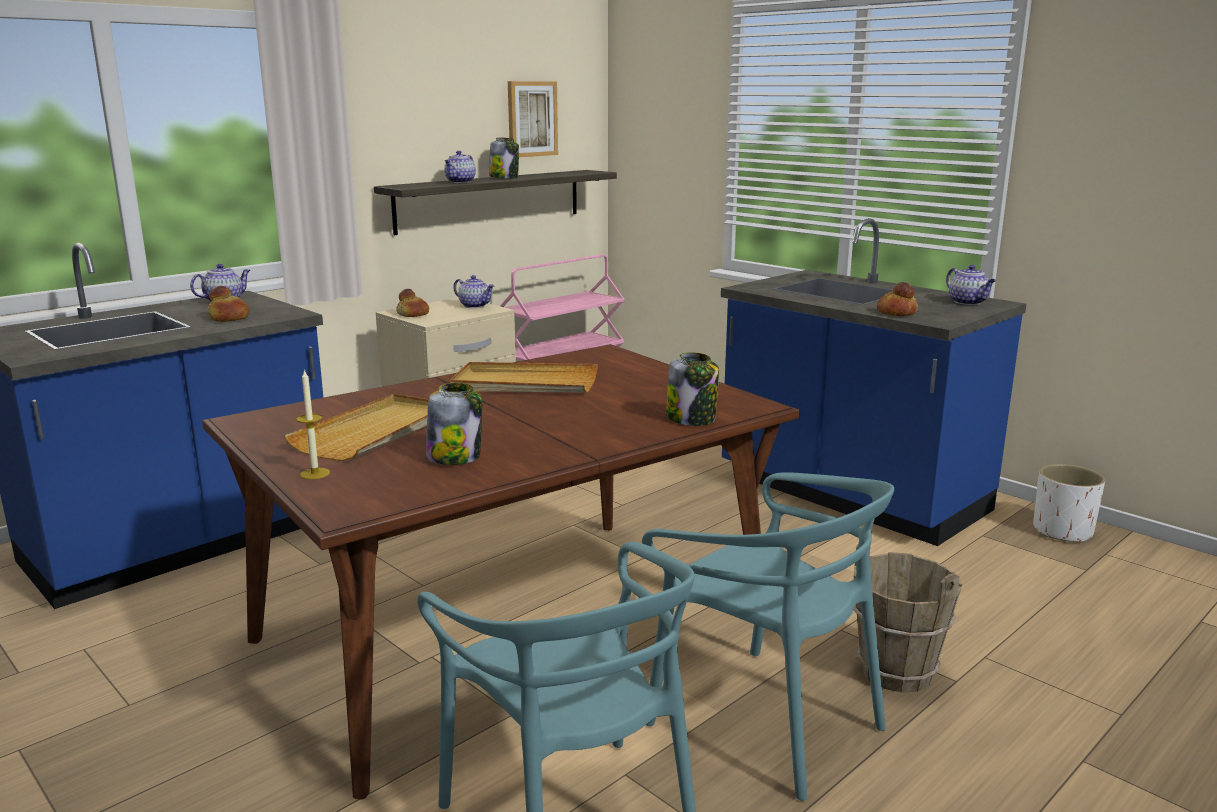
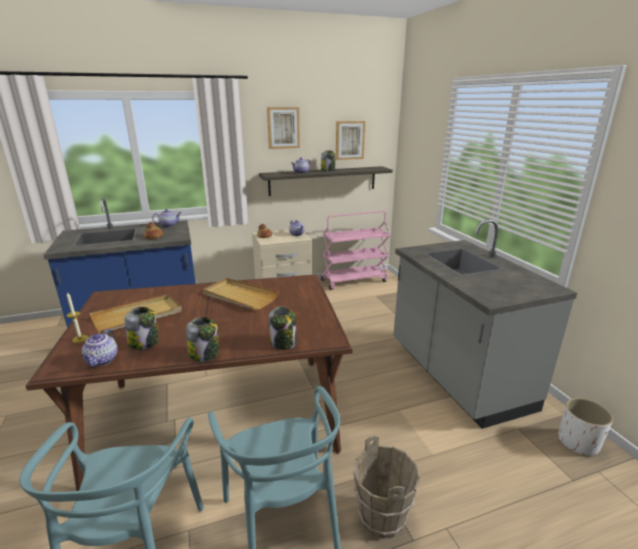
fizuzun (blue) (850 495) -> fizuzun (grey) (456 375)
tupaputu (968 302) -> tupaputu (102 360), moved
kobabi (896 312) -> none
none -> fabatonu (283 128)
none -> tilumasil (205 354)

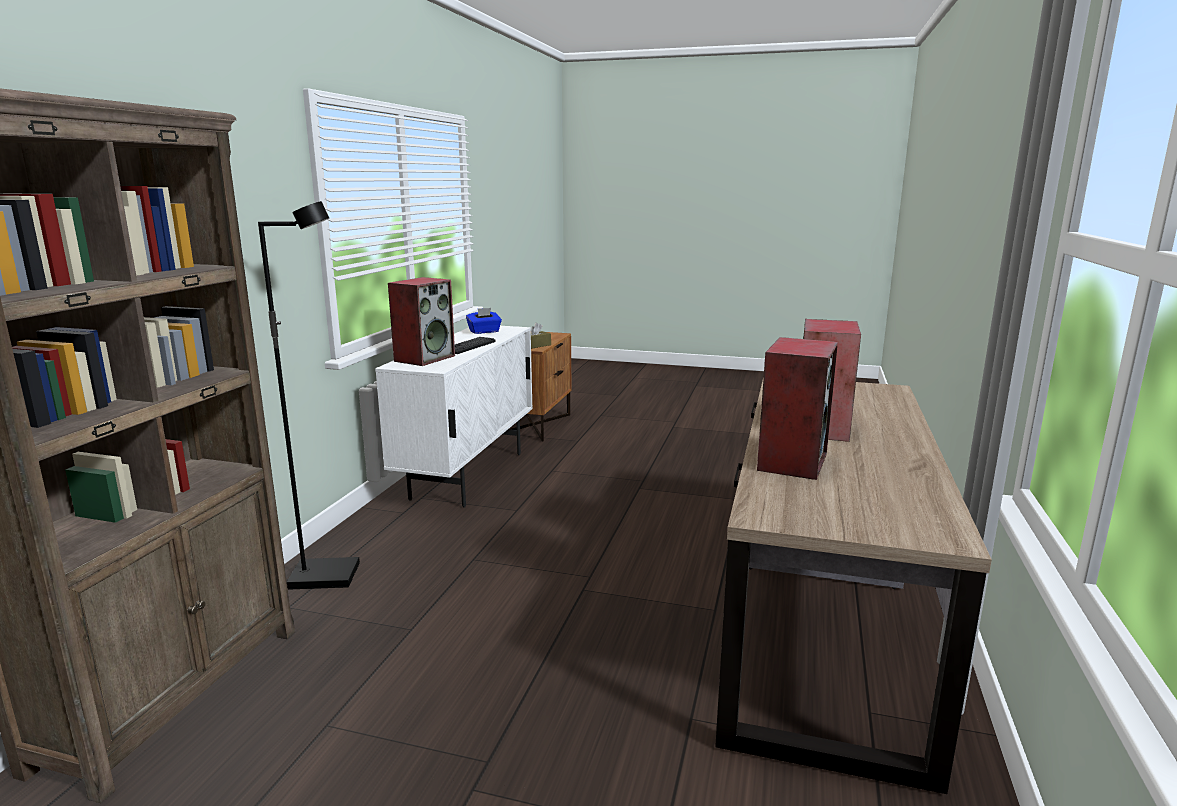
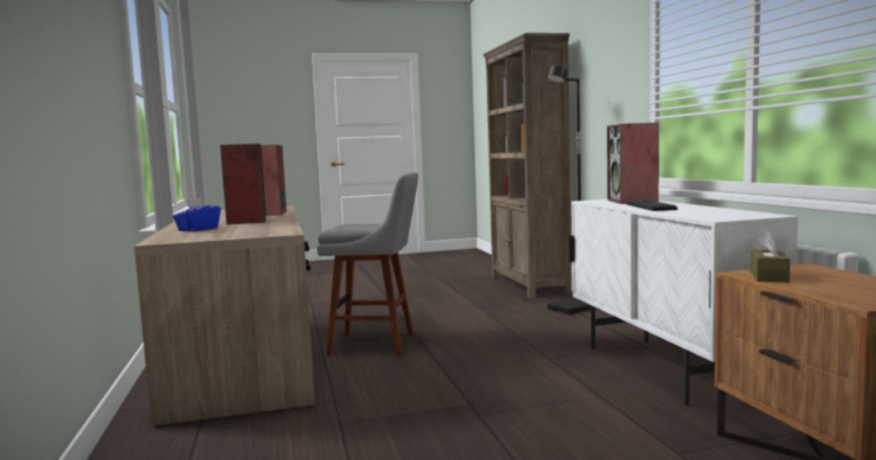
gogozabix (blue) (484 331) -> gogozabix (blue) (198 229), moved
none -> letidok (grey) (377 344)

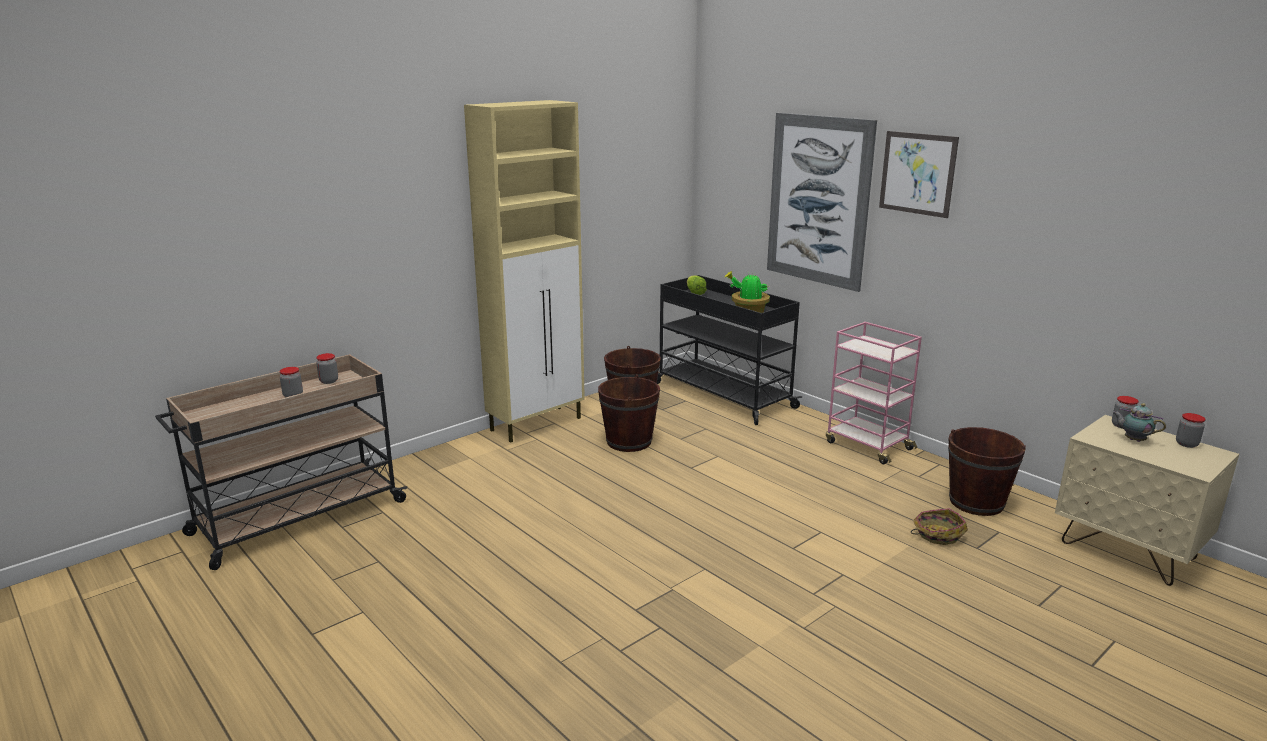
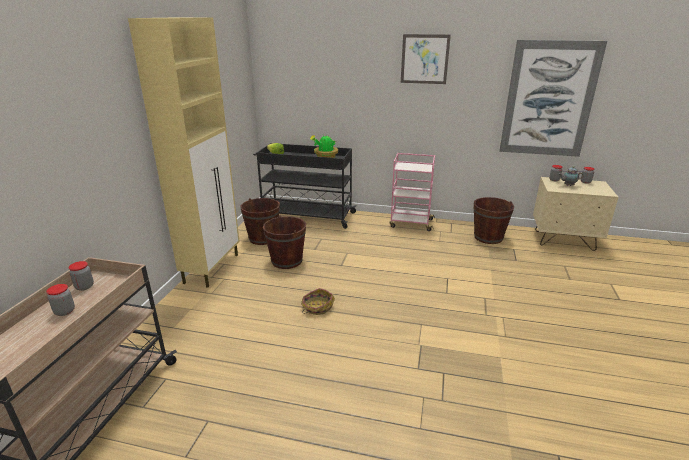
fabatonu (818 200) -> fabatonu (549 100), moved
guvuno (937 534) -> guvuno (317 307), moved

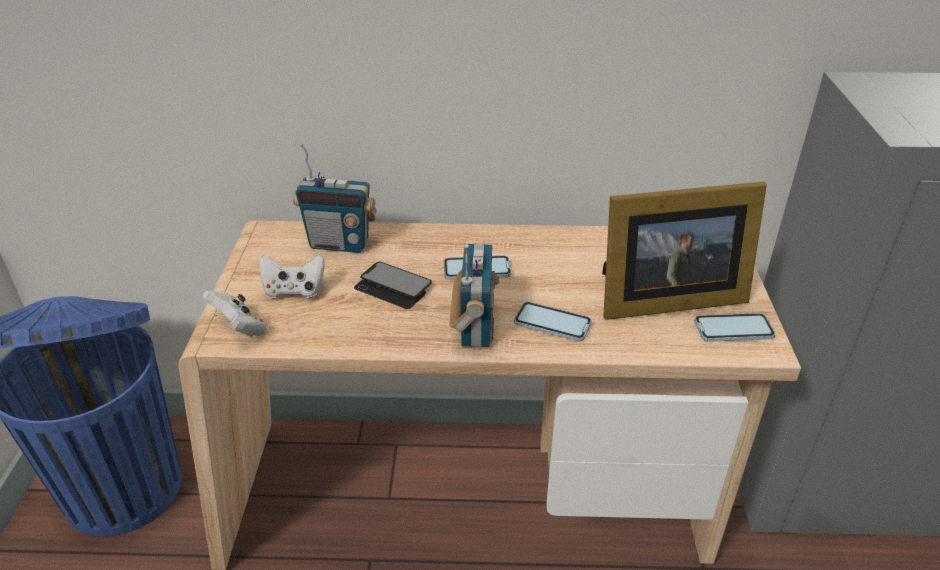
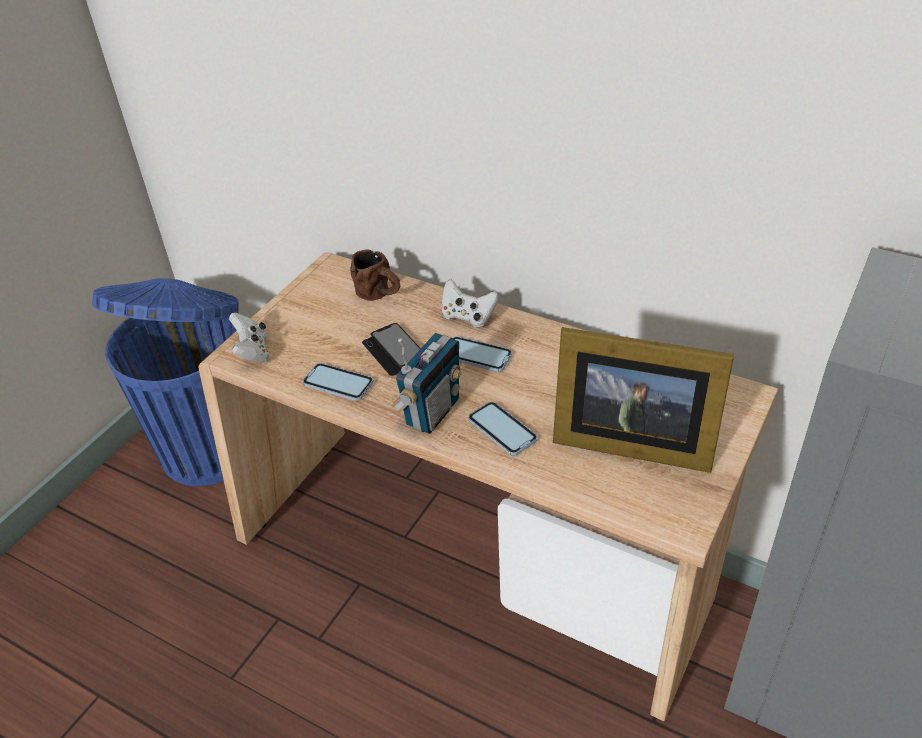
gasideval (339 244) -> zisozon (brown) (380 295)
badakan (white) (294 291) -> badakan (white) (468 317), moved
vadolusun (733 329) -> vadolusun (338 383), moved

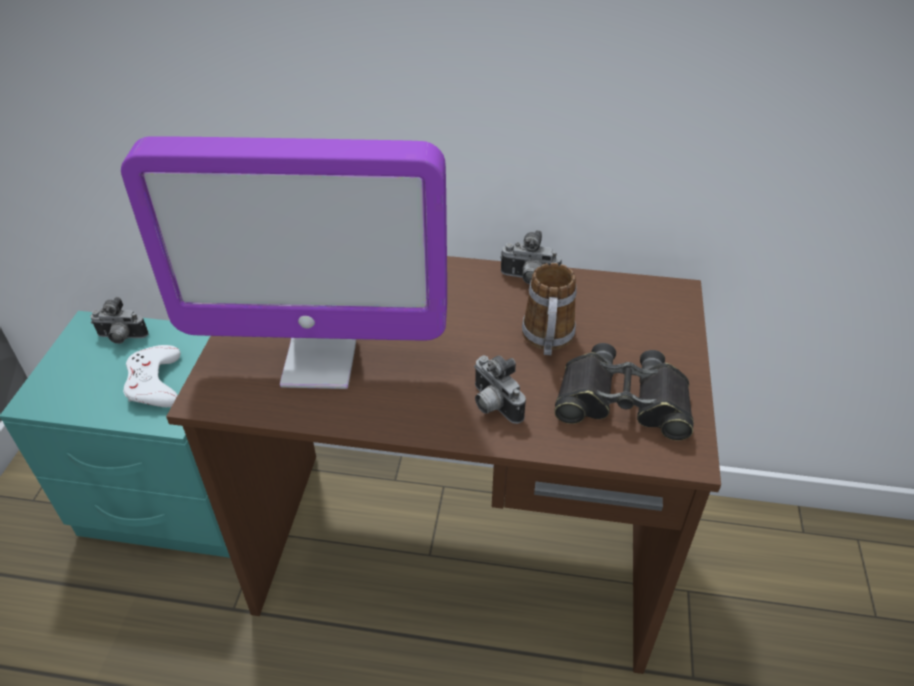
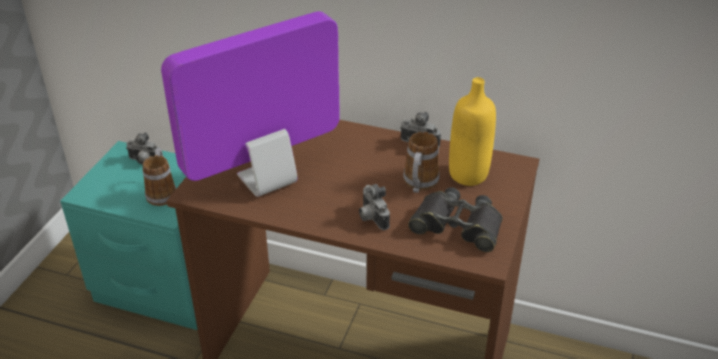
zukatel (319 362) -> zukatel (267 180), 135 degrees clockwise
badakan (white) (155 383) -> zisozon (162 192)
none -> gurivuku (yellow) (468 175)

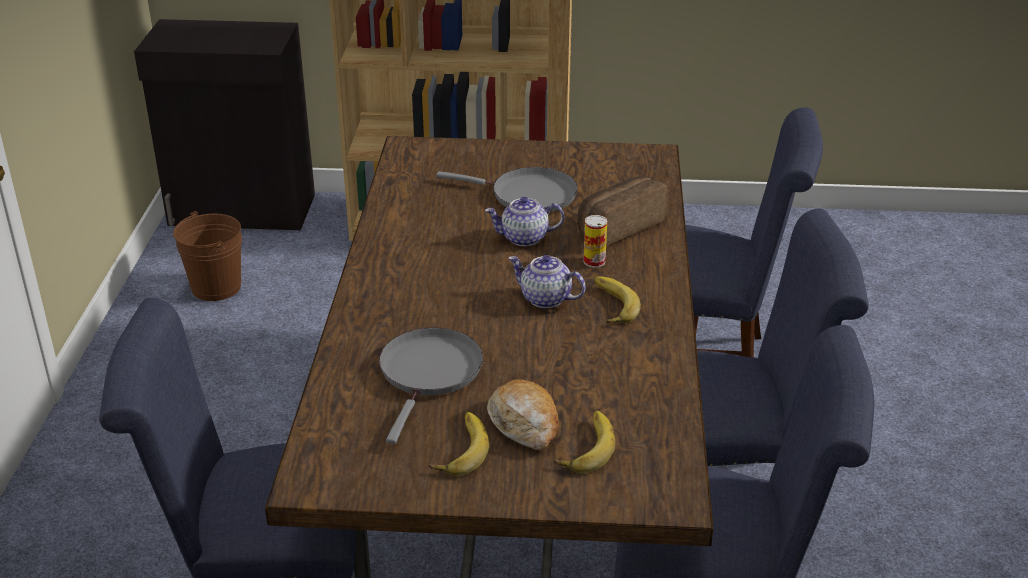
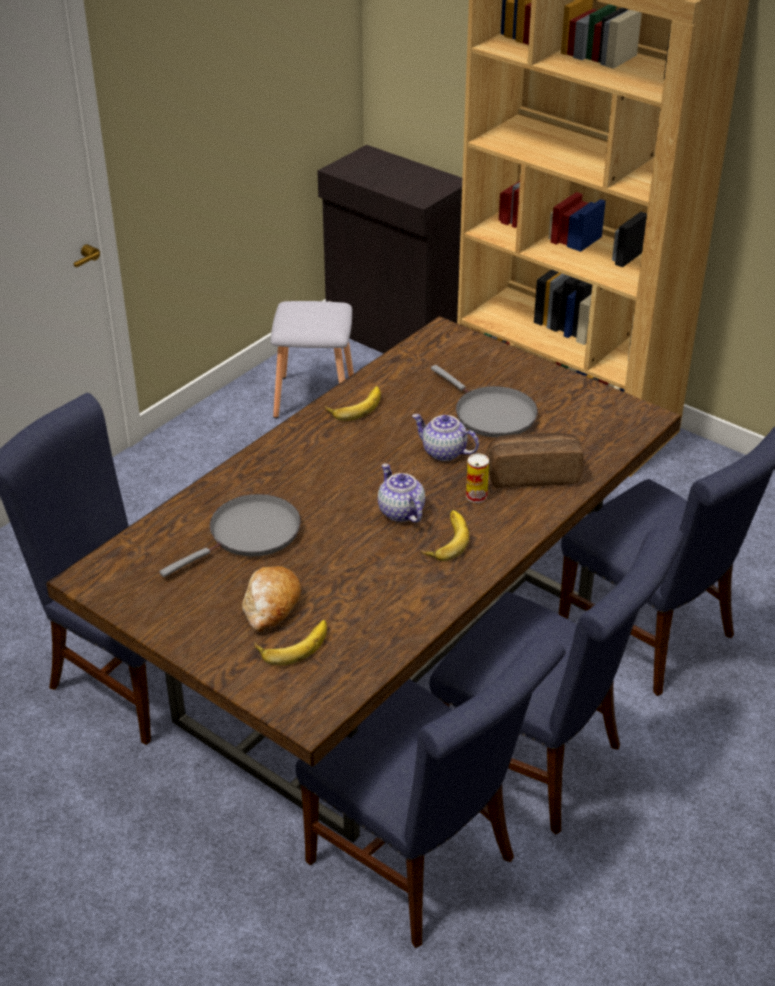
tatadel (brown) (216 287) -> letidok (grey) (316 397)
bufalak (458 449) -> bufalak (354 406), moved

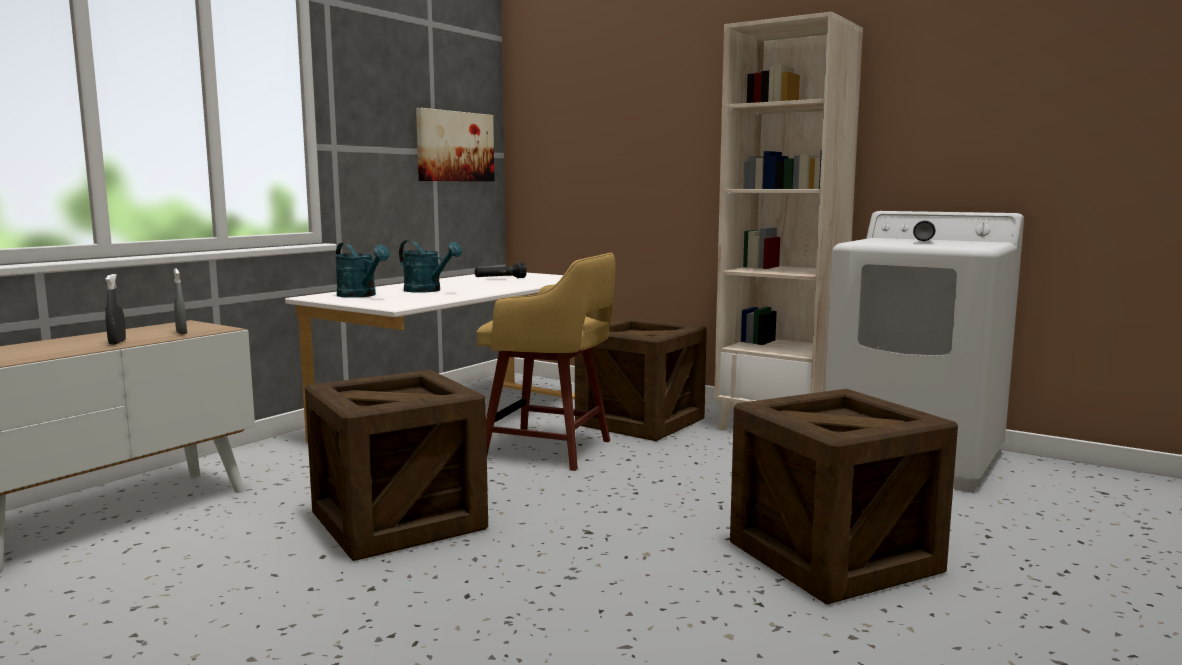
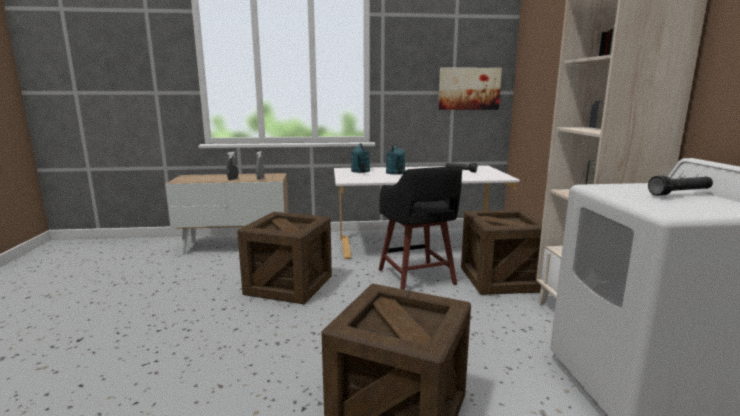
letidok (yellow) (551 450) -> letidok (black) (417 278)

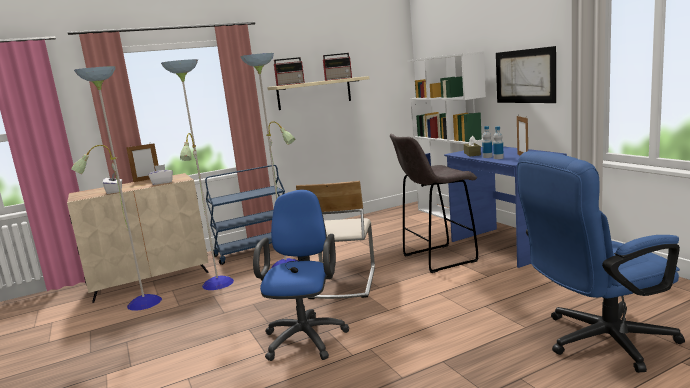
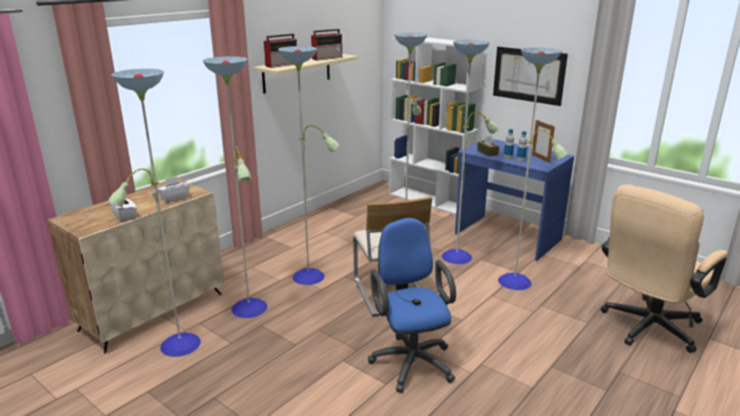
letidok (grey) (437 259) -> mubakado (458 256)
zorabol (147 179) -> none
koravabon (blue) (597 341) -> koravabon (beige) (646 329)
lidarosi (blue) (253 251) -> none

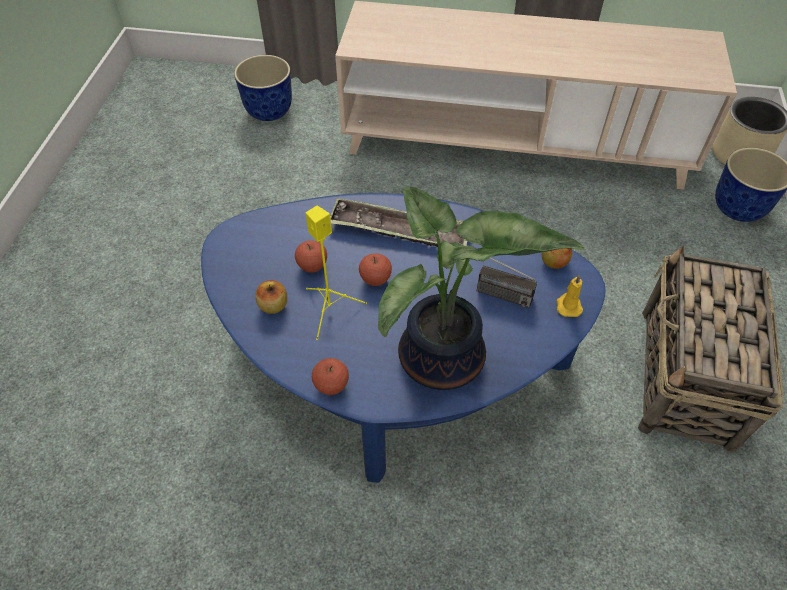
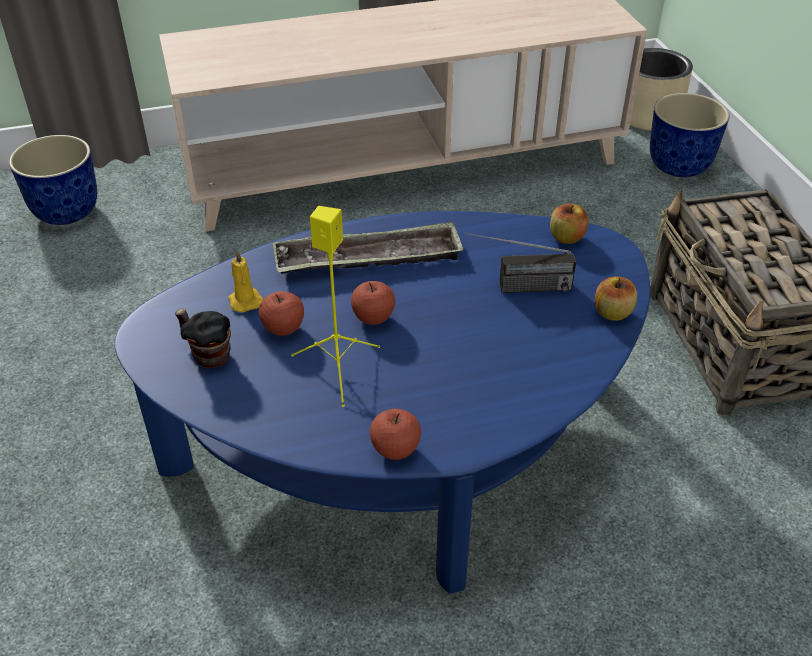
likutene (443 362) -> none
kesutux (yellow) (568 305) -> kesutux (yellow) (244 300), moved
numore (273 306) -> numore (612 313), moved
none -> zisozon (207 354)

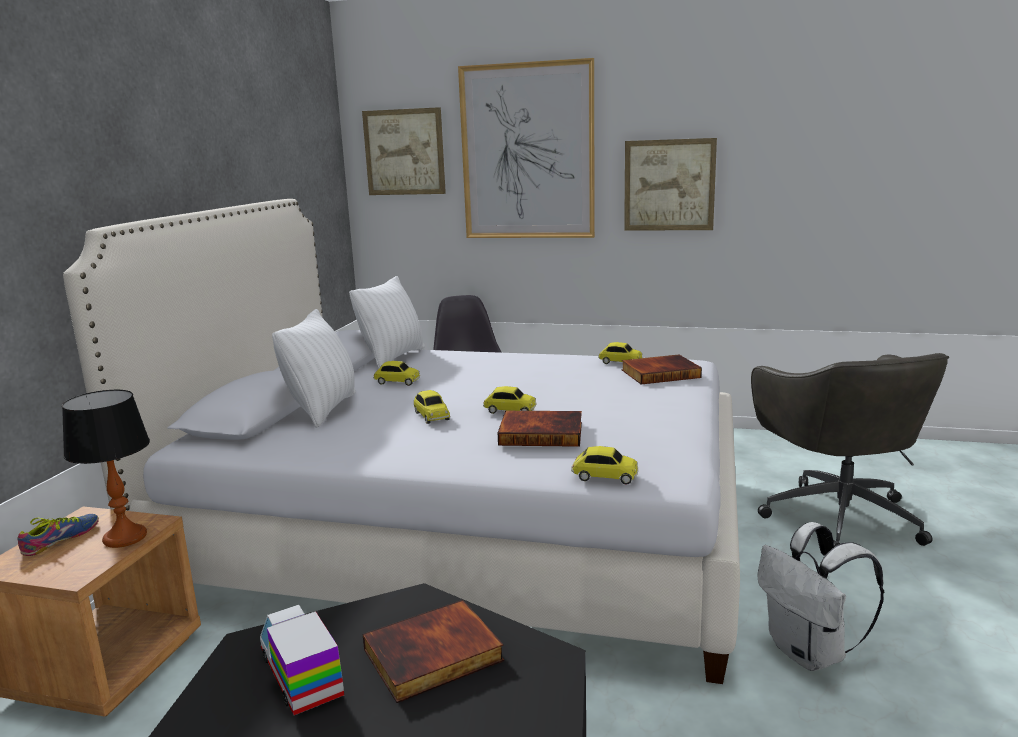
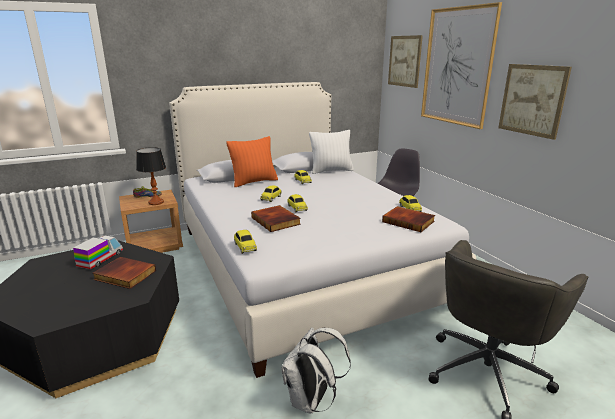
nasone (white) (323 410) -> nasone (orange) (254 182)

